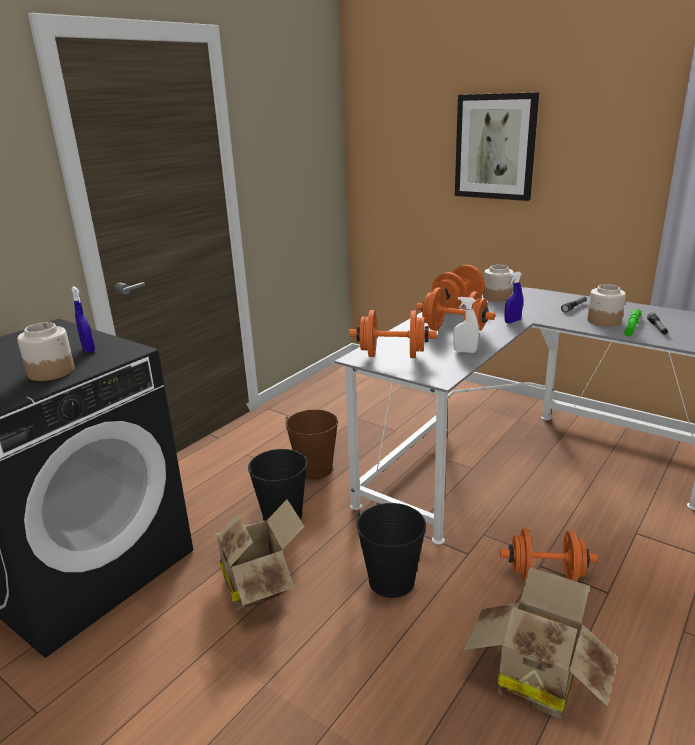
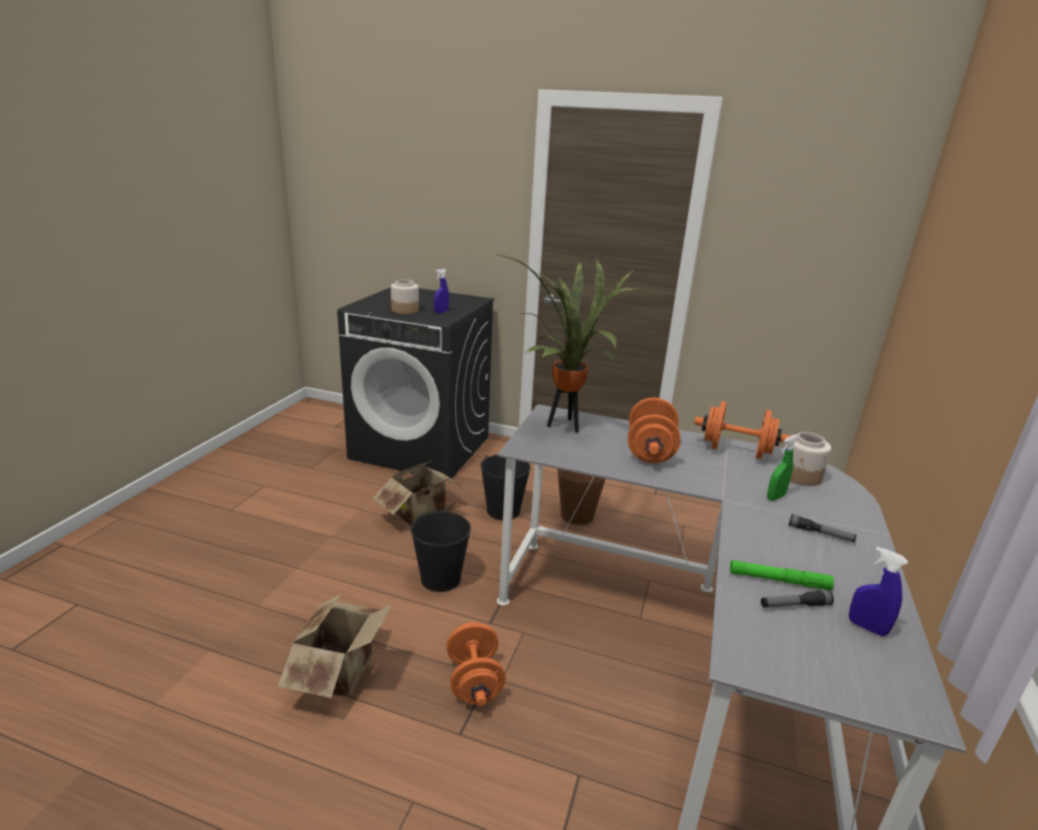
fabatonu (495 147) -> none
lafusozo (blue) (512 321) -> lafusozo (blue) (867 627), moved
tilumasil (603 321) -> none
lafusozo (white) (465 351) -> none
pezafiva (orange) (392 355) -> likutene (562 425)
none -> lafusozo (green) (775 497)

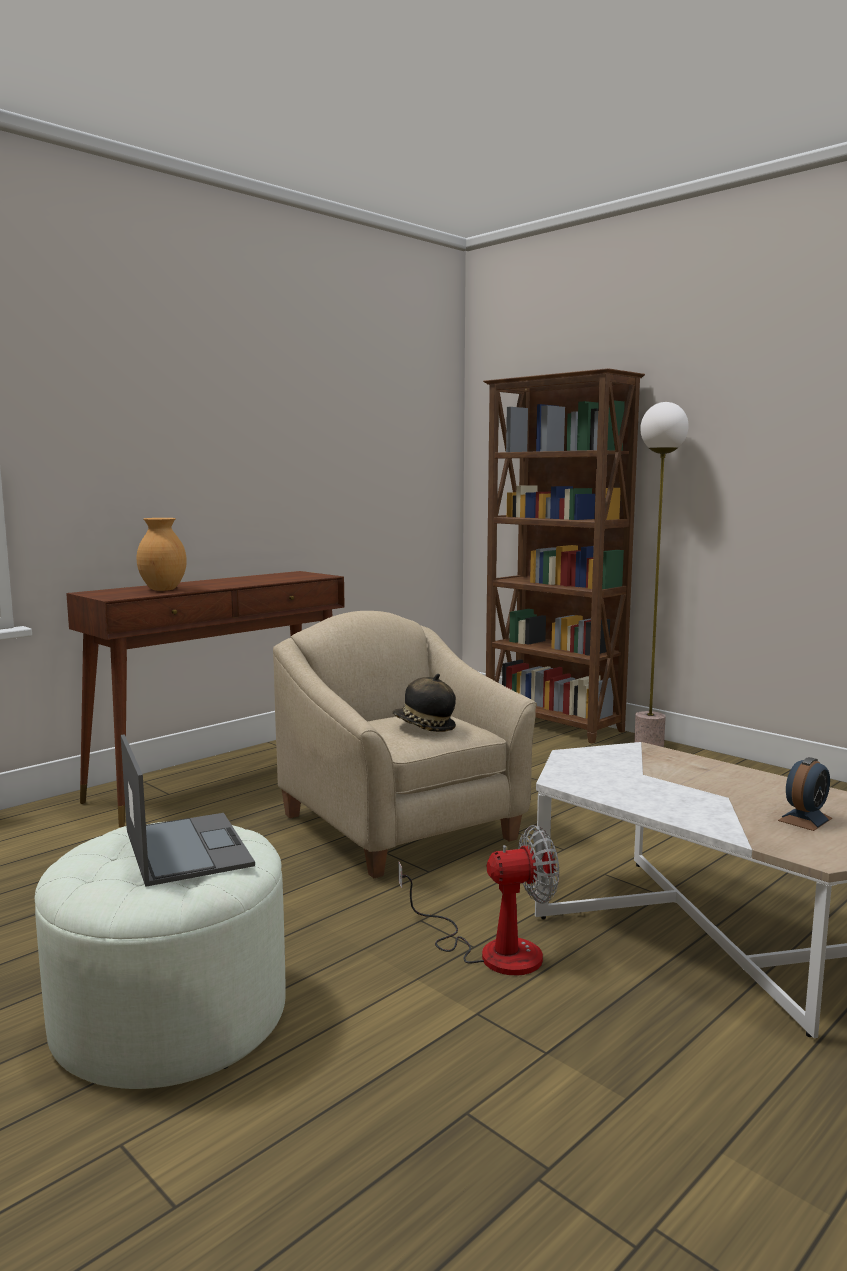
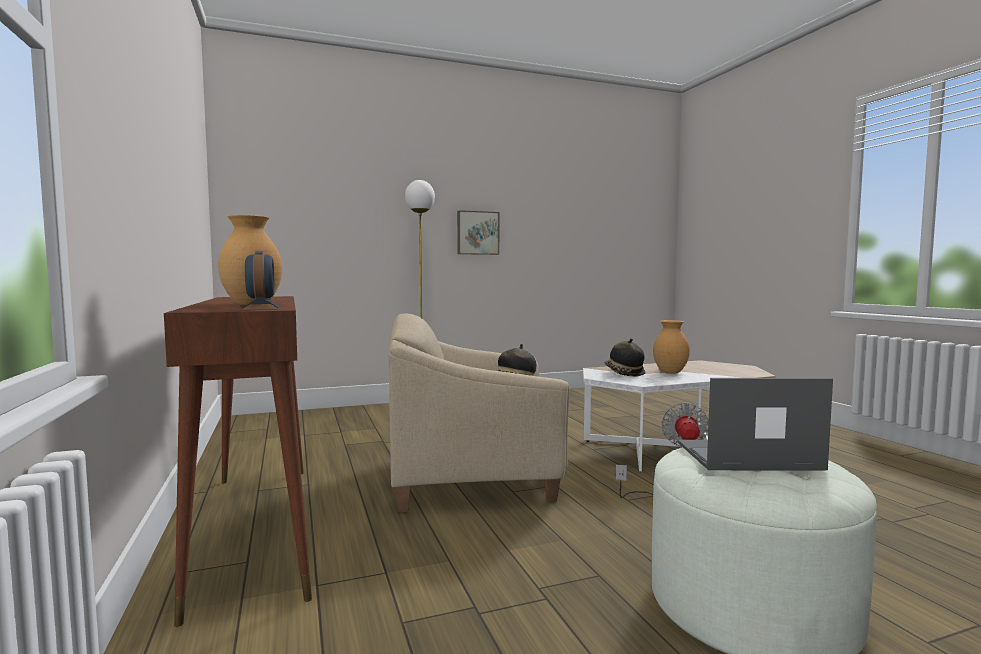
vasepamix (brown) (553 724) -> none
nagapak (805 819) -> nagapak (261 308), moved
none -> fabatonu (477 233)
none -> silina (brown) (669 372)
none -> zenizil (623 373)

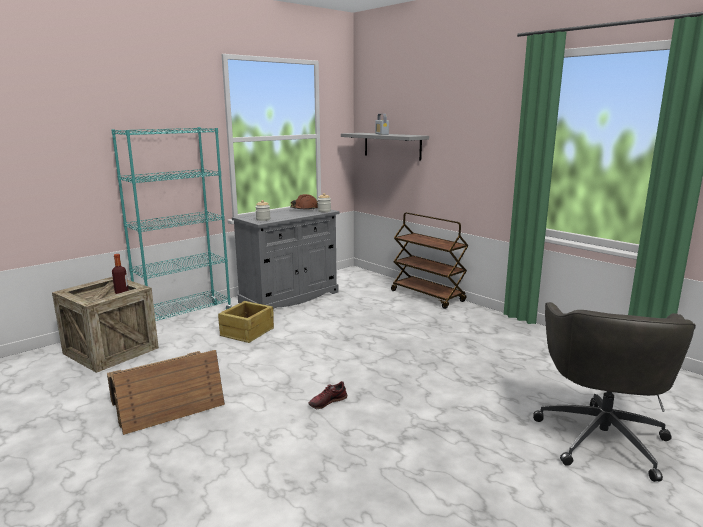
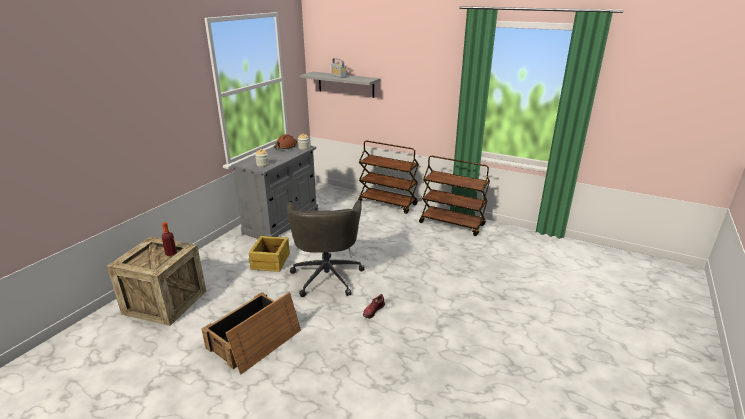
vasepamix (turquoise) (185 318) -> none
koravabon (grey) (601 436) -> koravabon (grey) (327 275), moved
none -> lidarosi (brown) (452 224)

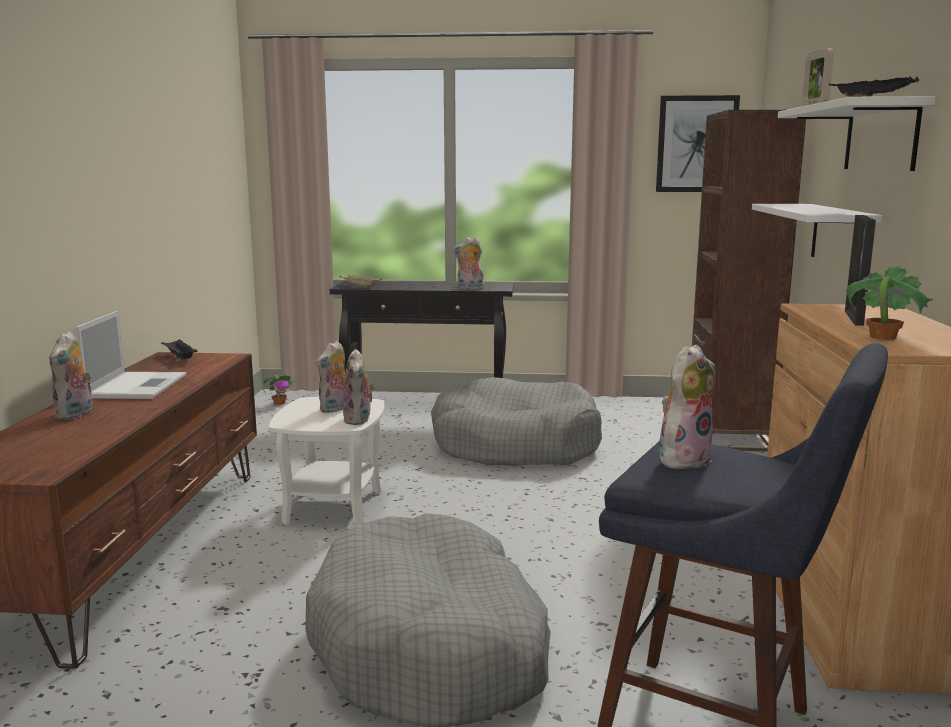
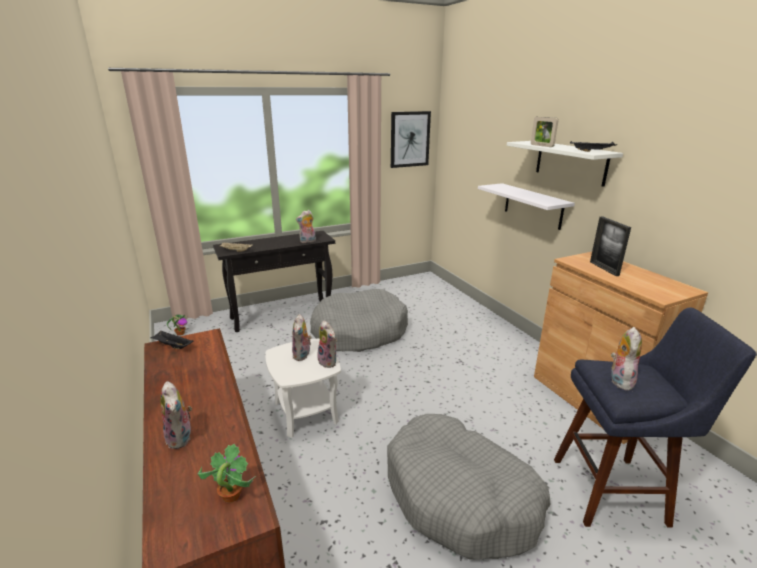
vasepamix (brown) (728 434) -> none
likutene (881 337) -> likutene (230 495), moved
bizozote (137 386) -> none

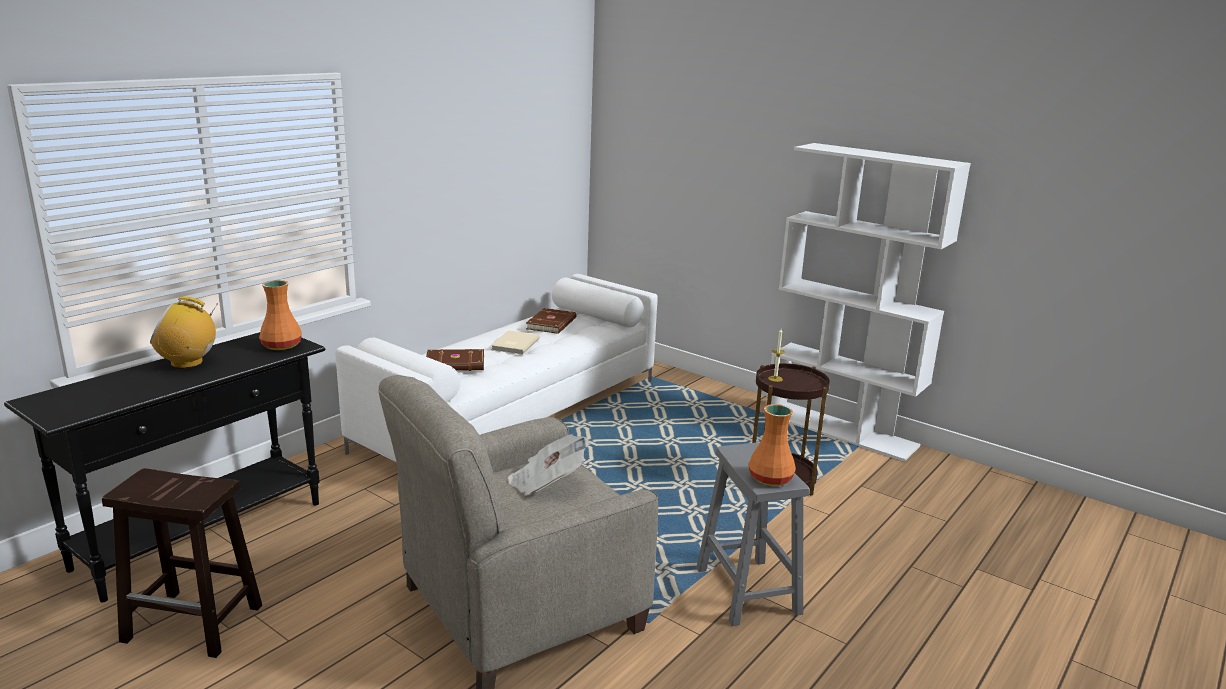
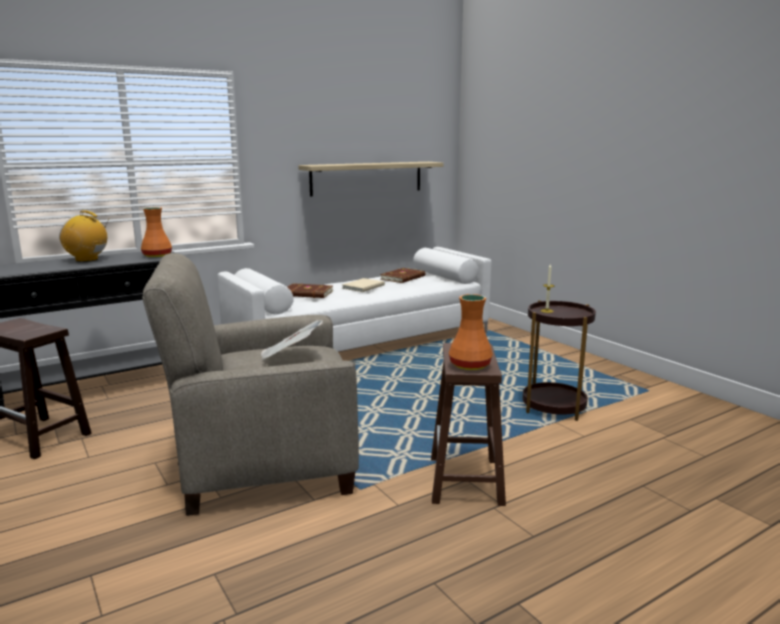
vasepamix (white) (841 430) -> none
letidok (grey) (748 592) -> letidok (brown) (466 481)
none -> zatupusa (367 178)

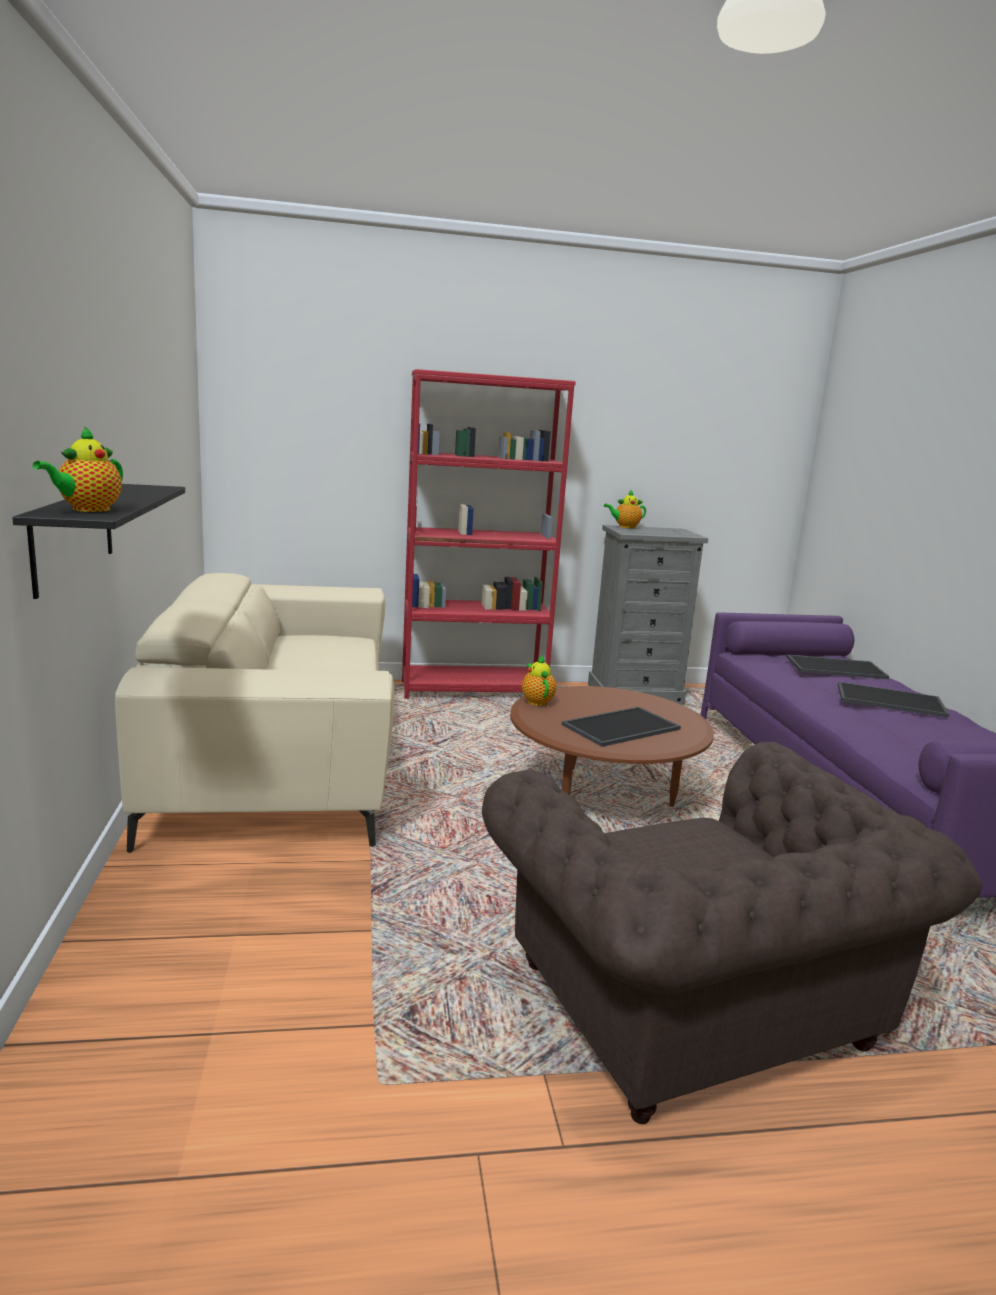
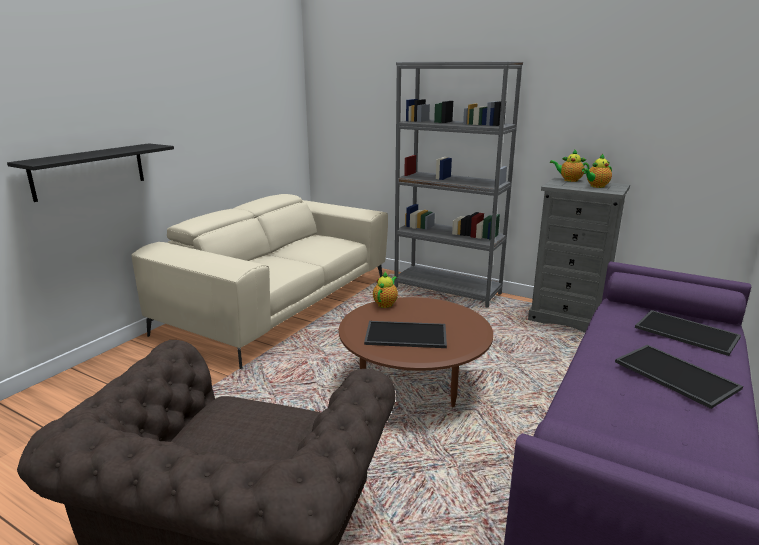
vasepamix (red) (473 690) -> vasepamix (grey) (447 290)
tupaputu (87 510) -> tupaputu (596 186), moved

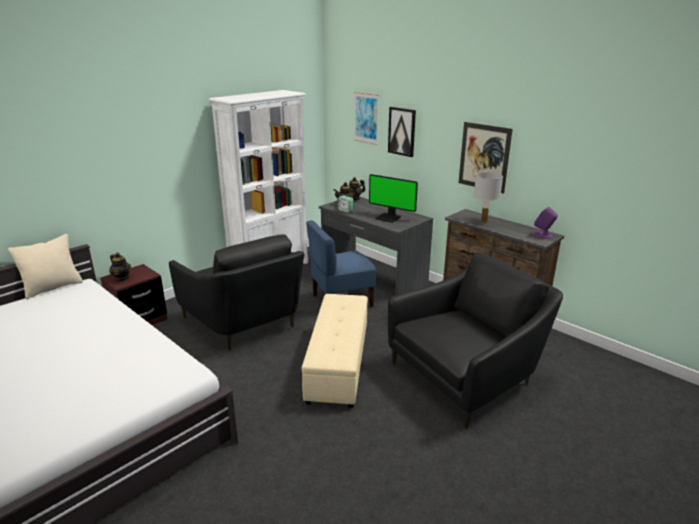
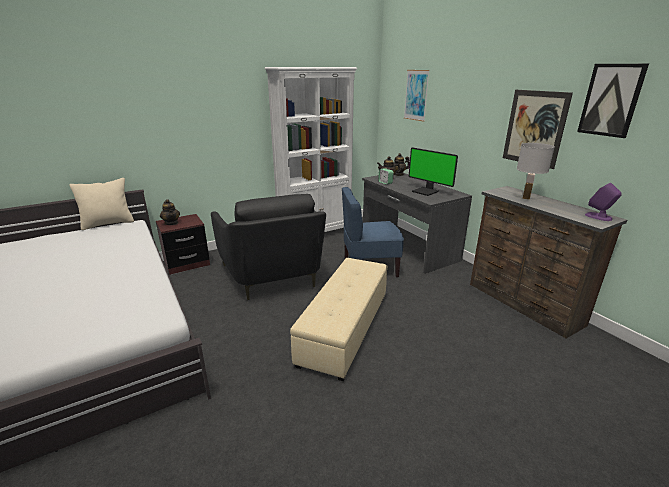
fabatonu (402 131) -> fabatonu (611 100), moved
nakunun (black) (467 376) -> none

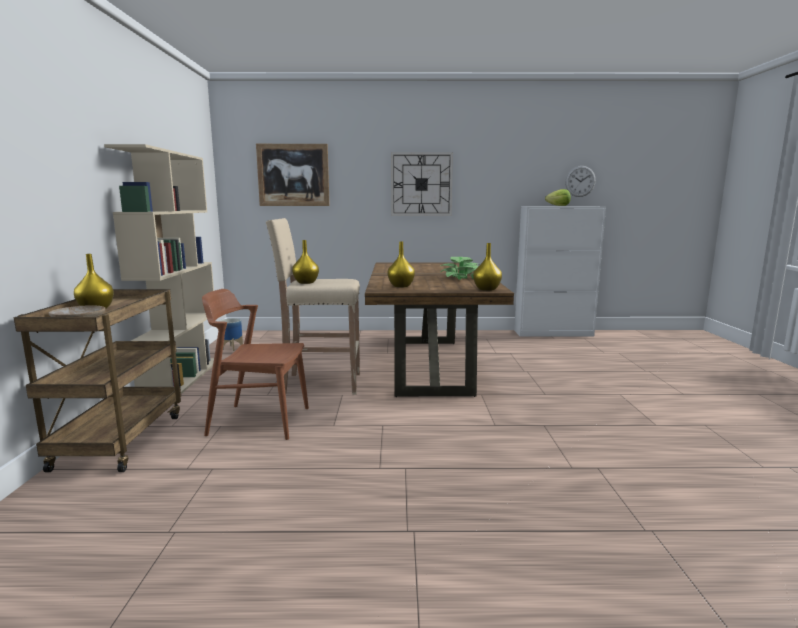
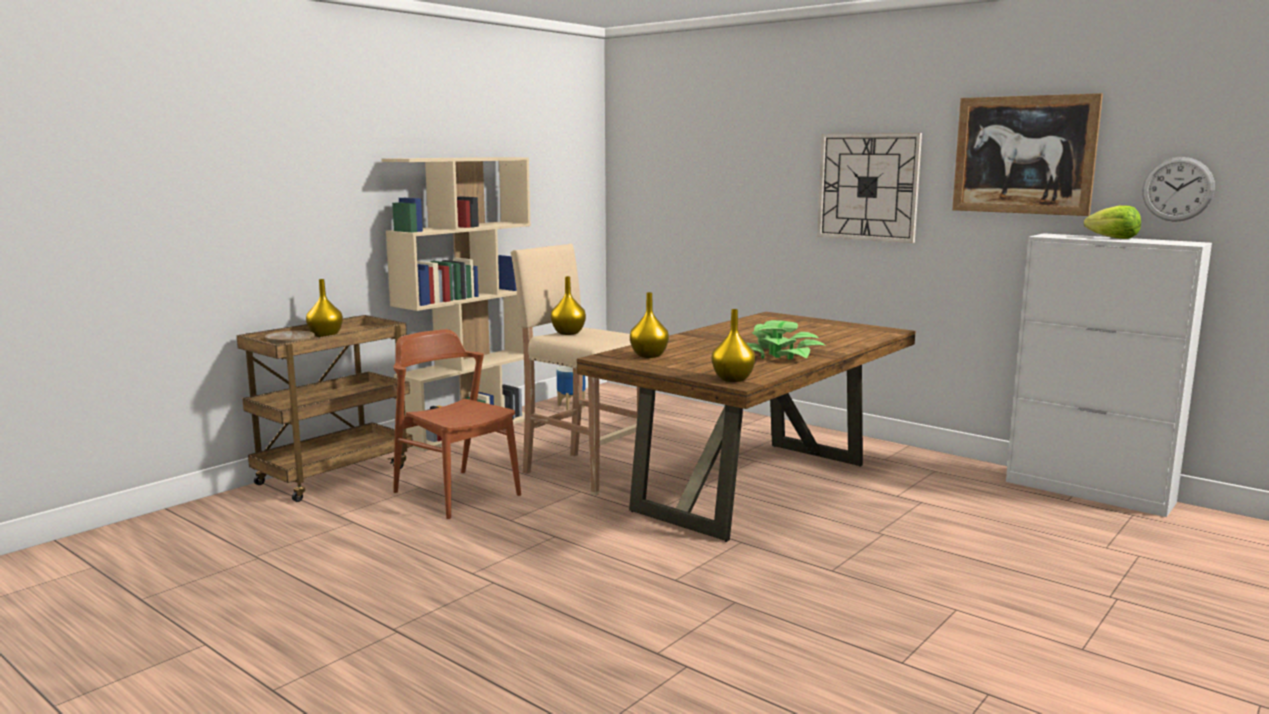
fabatonu (293 175) -> fabatonu (1024 155), moved

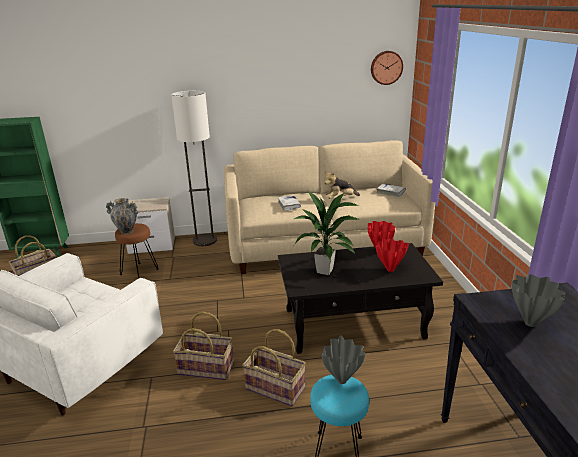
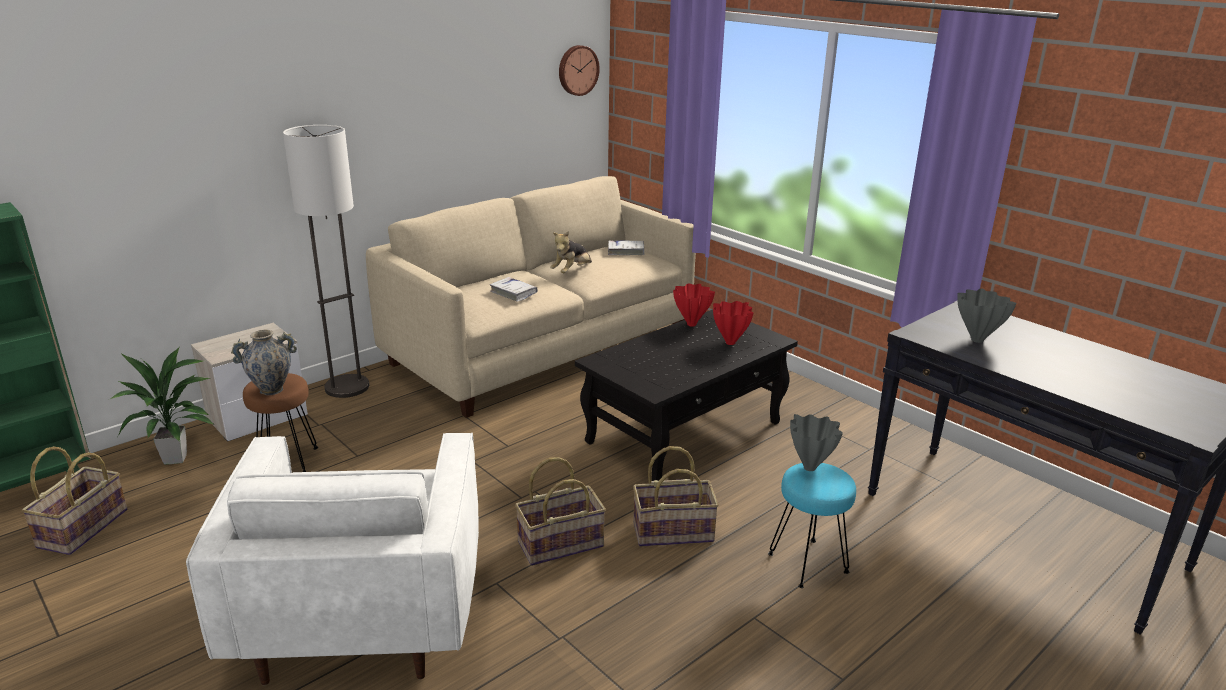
likutene (325 271) -> likutene (176 459), moved

